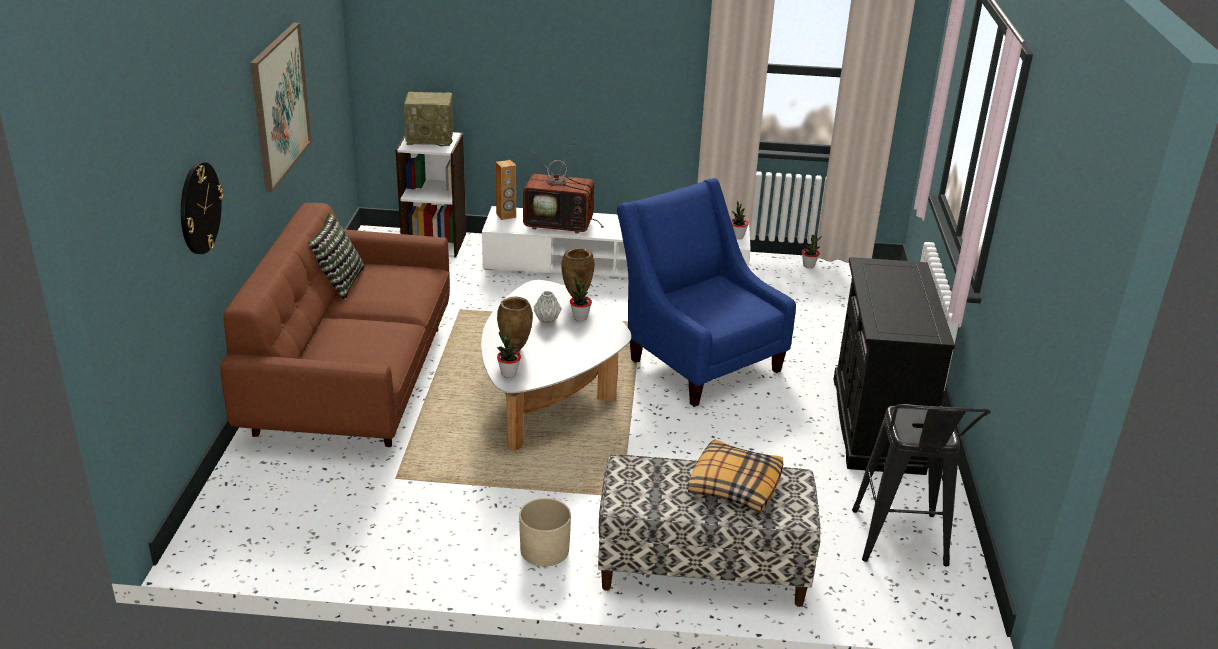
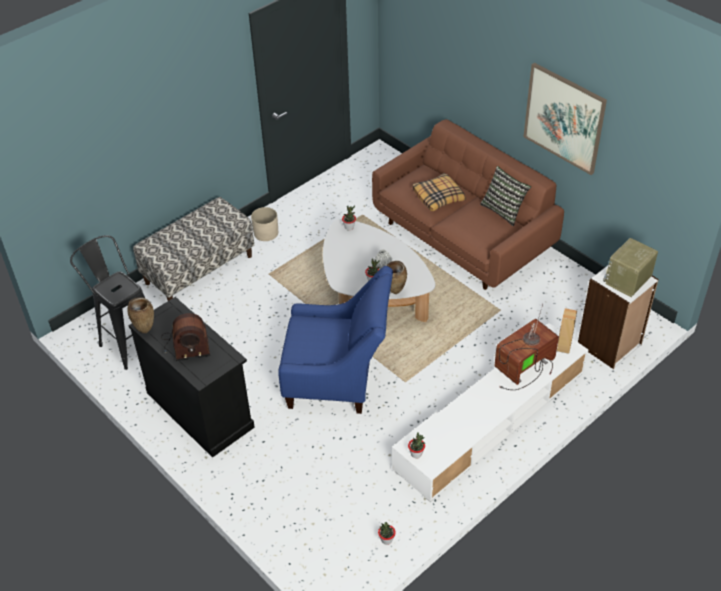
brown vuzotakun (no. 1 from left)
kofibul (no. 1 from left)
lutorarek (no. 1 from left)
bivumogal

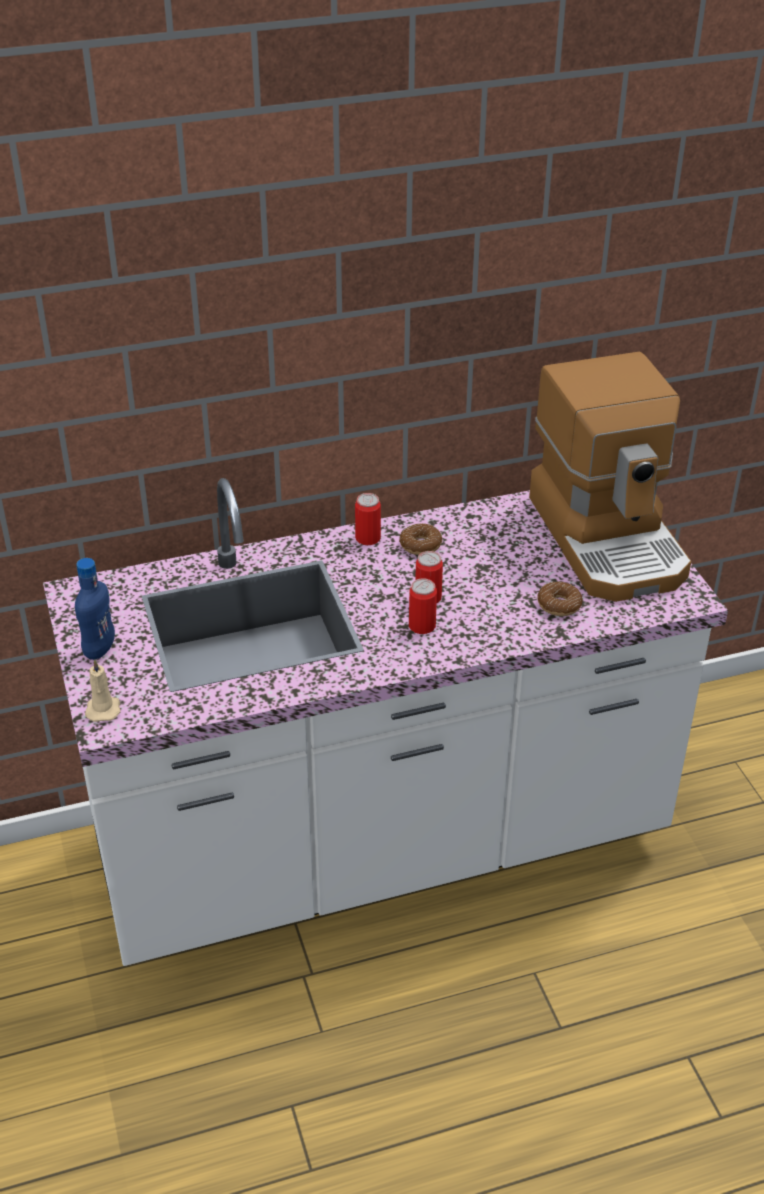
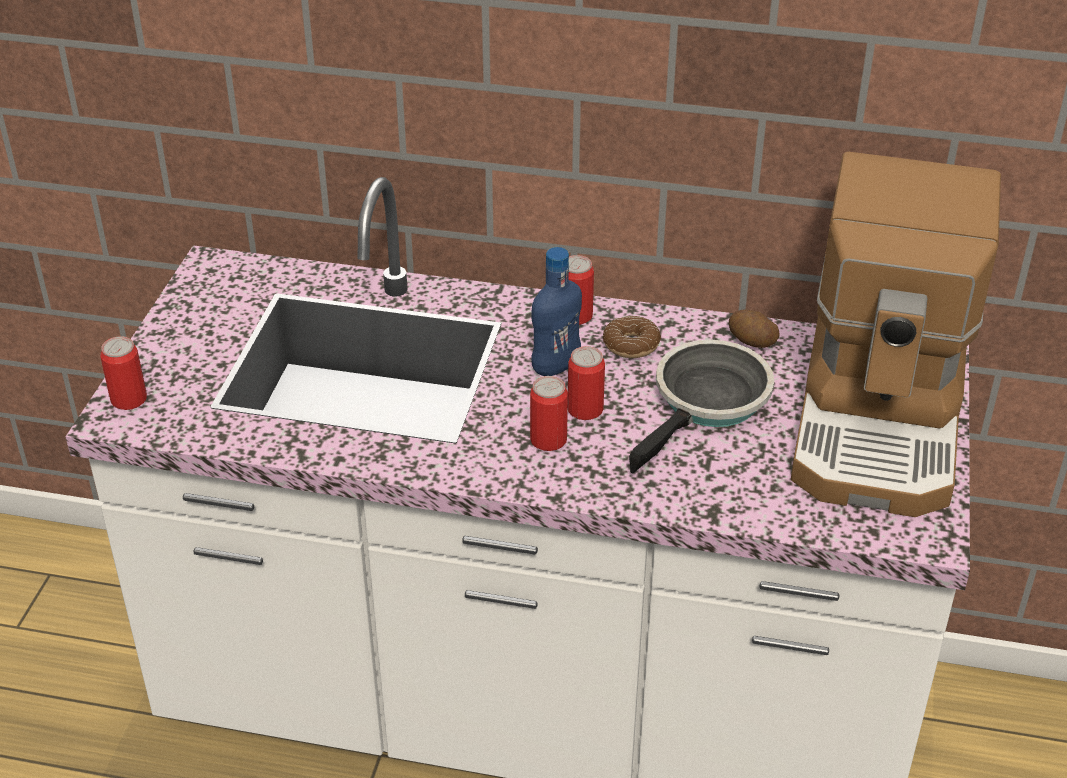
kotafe (no. 1 from left)
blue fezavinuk
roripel
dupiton
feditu (no. 2 from left in the first image)

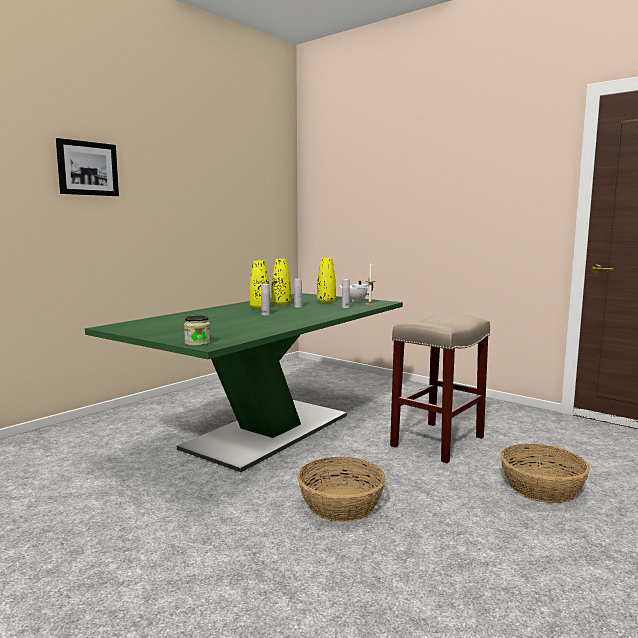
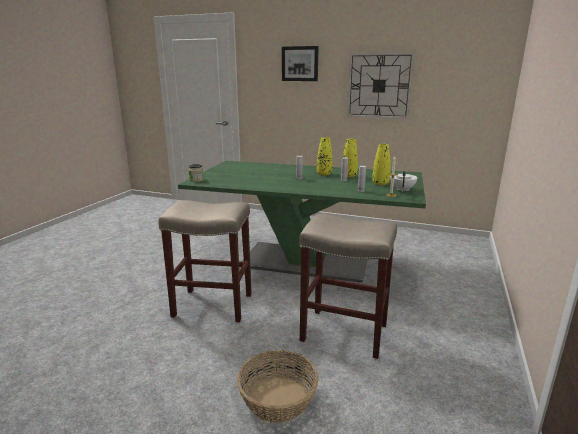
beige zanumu (no. 1 from left)
bivumogal

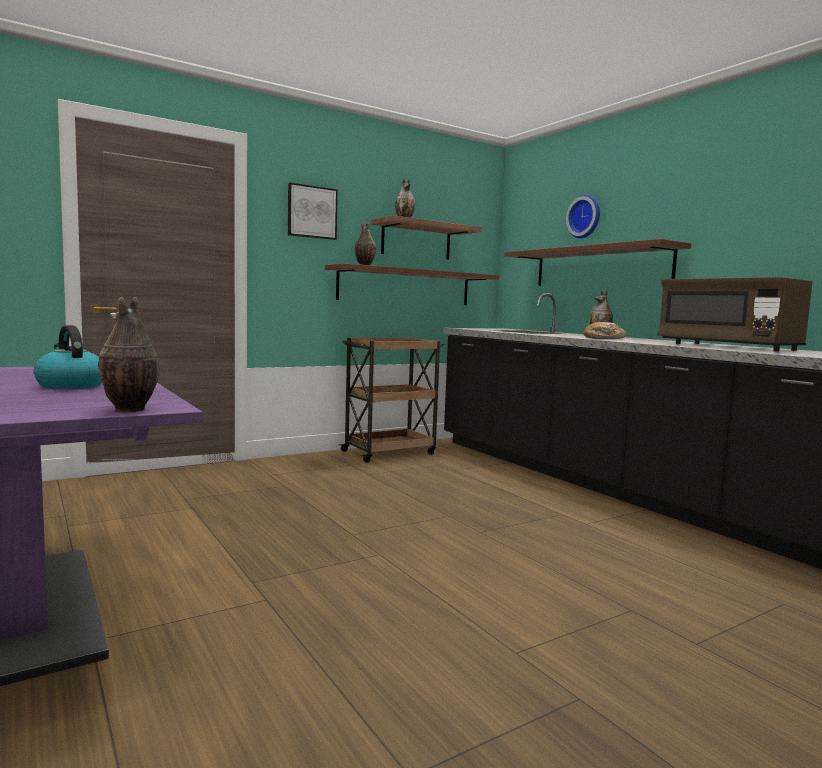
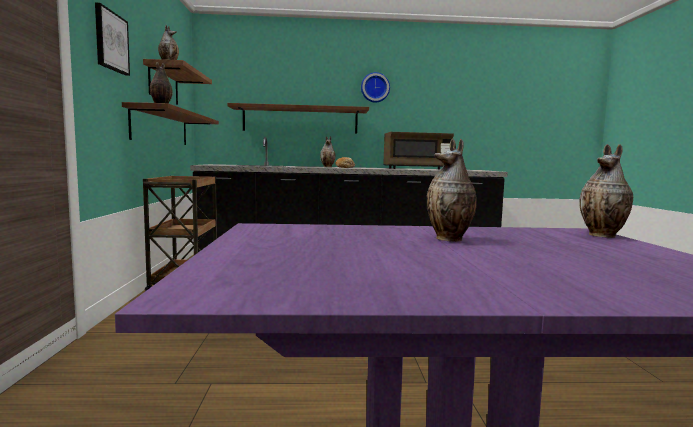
bivumogal
vuzotakun (no. 4 from left)

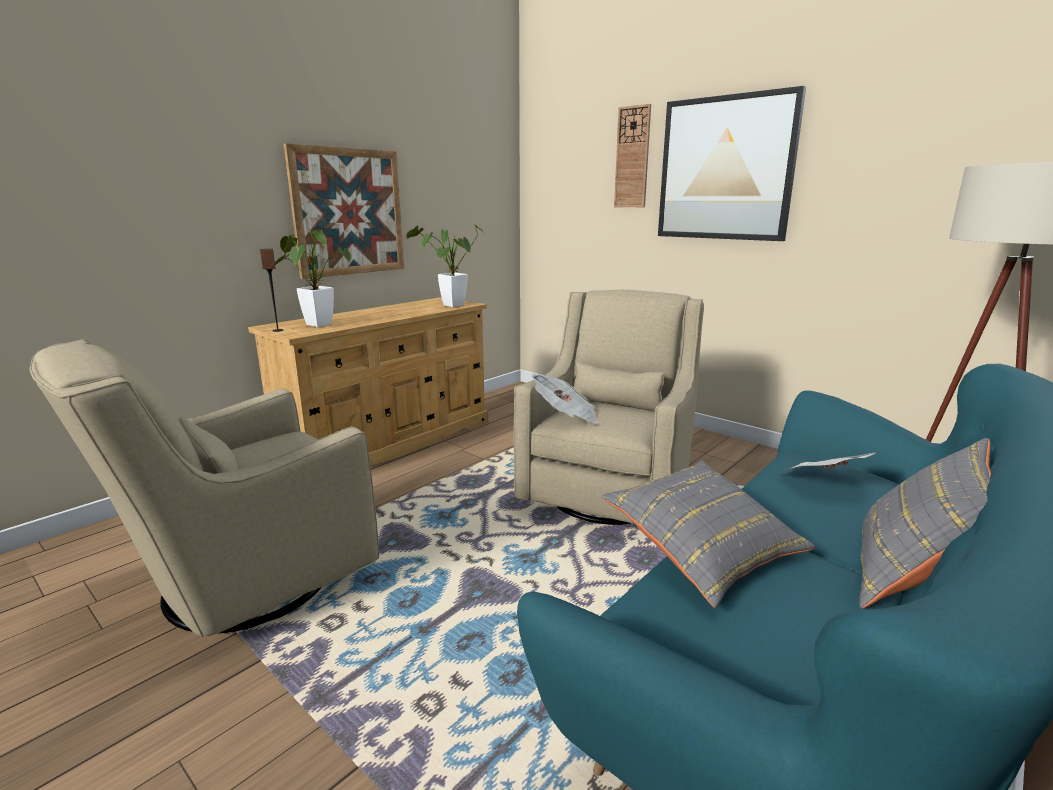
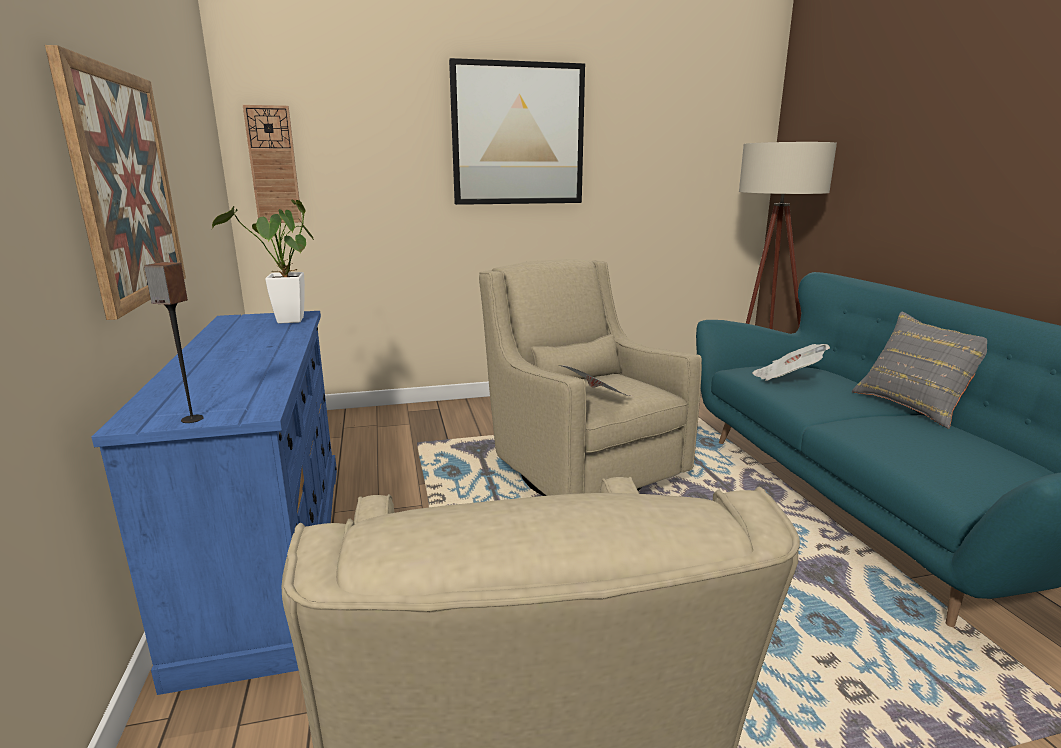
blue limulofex
bivumogal
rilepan (no. 1 from left in the first image)
grey lutorarek (no. 1 from left in the first image)

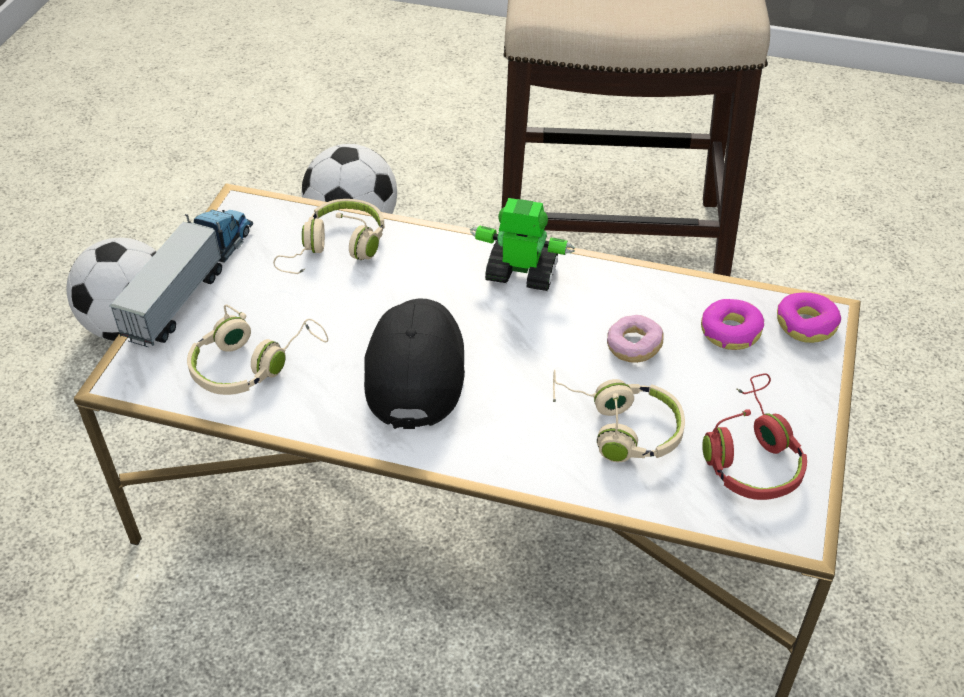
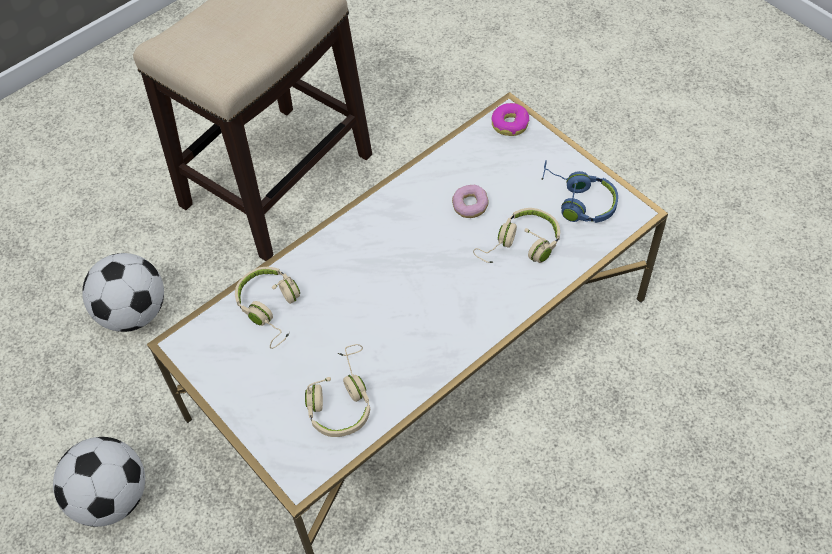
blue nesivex
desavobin
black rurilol
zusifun
feditu (no. 2 from left in the first image)

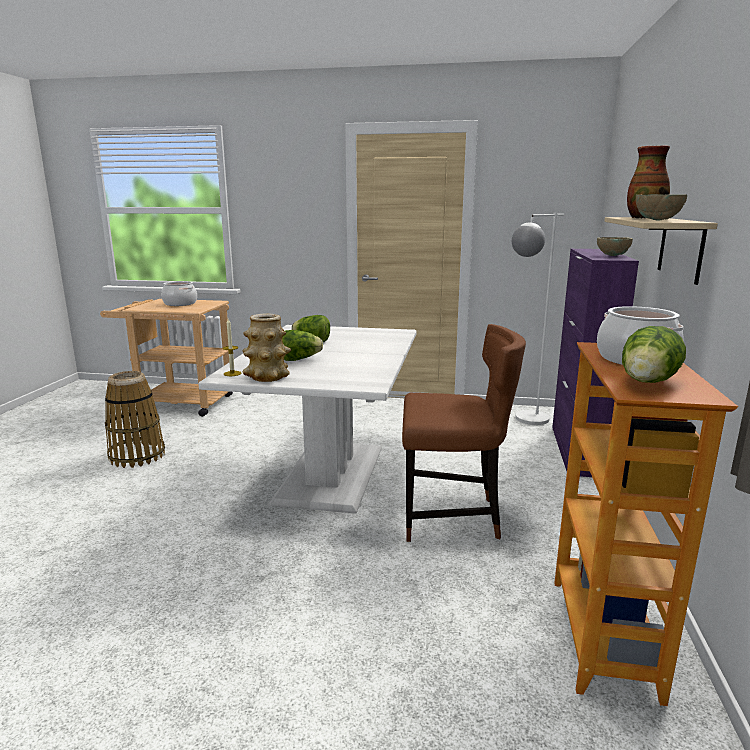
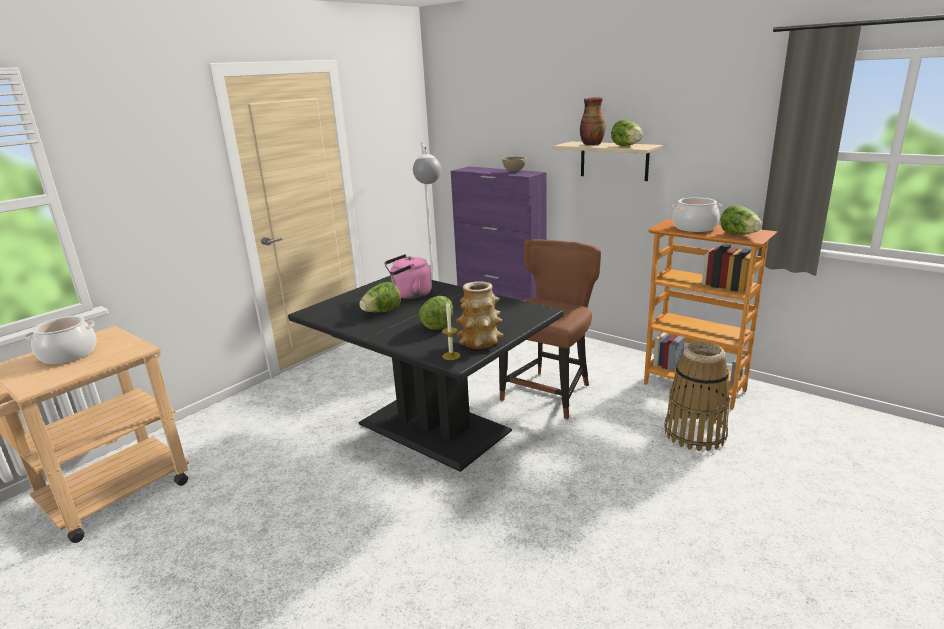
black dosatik
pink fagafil
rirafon (no. 3 from left)
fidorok

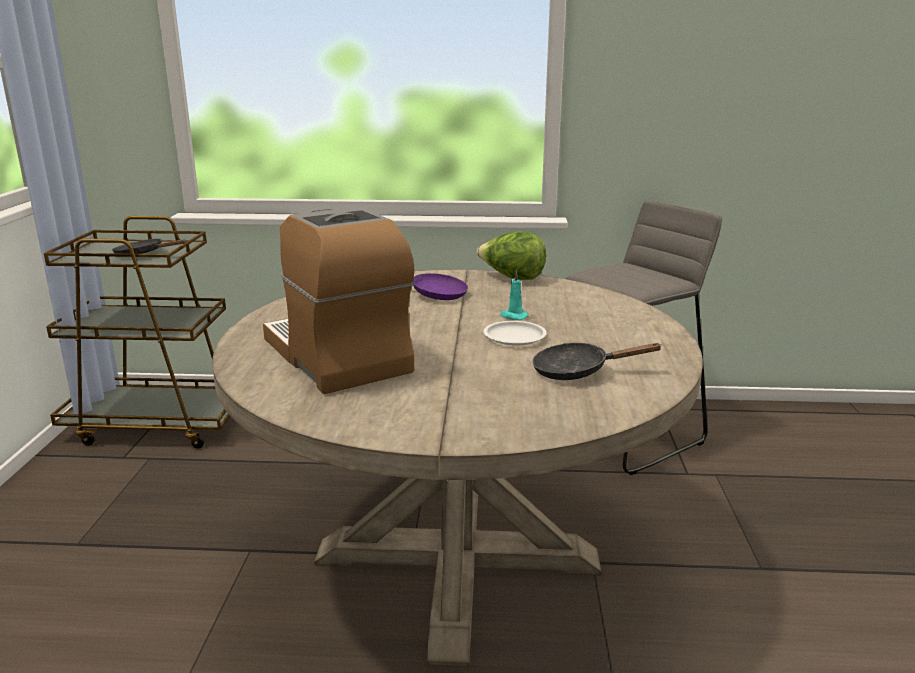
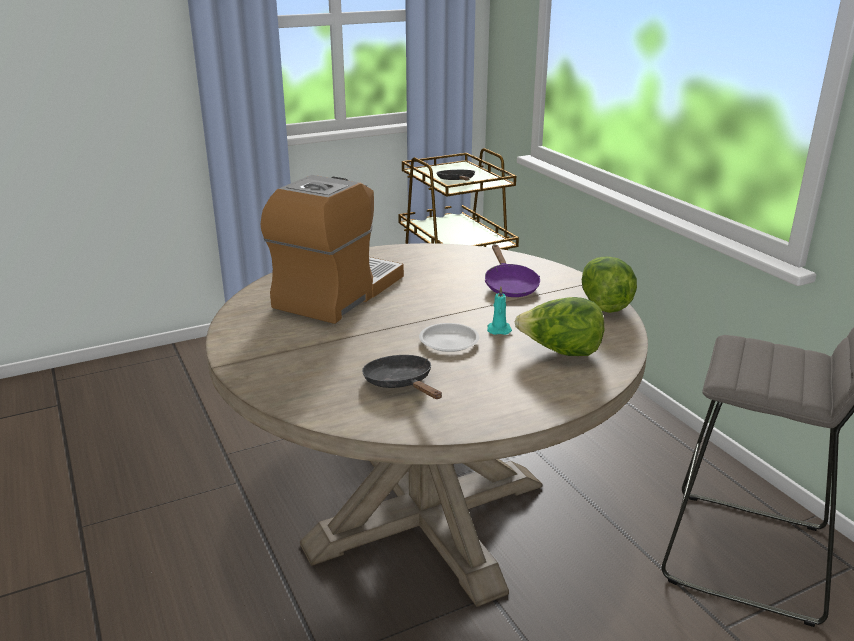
rirafon (no. 1 from left)

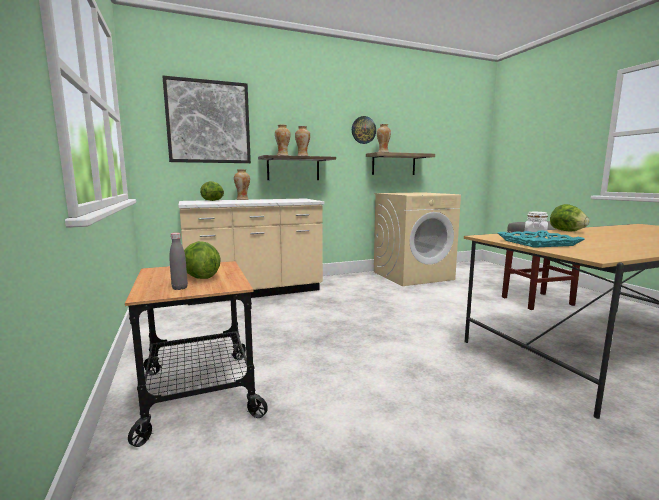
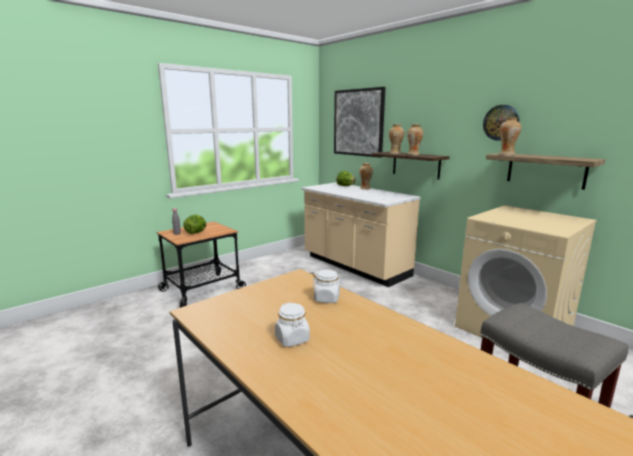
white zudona (no. 1 from left)
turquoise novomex
rirafon (no. 3 from left in the first image)

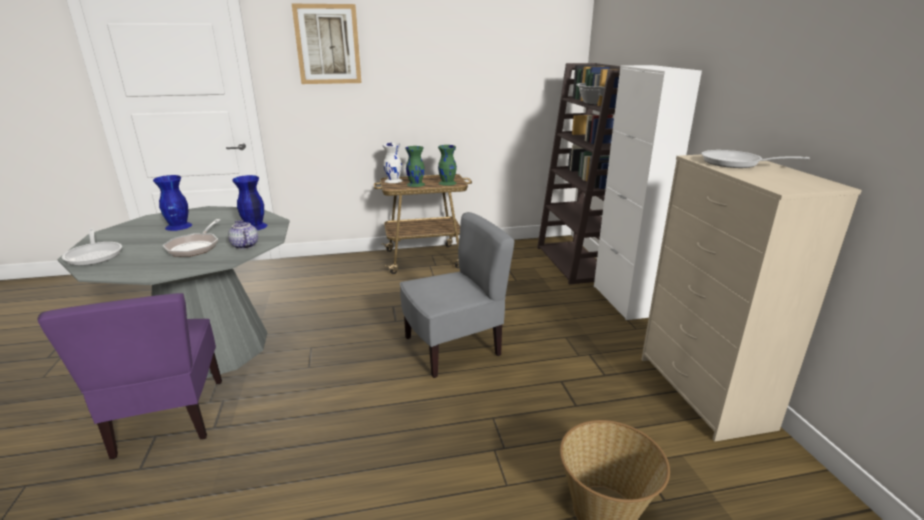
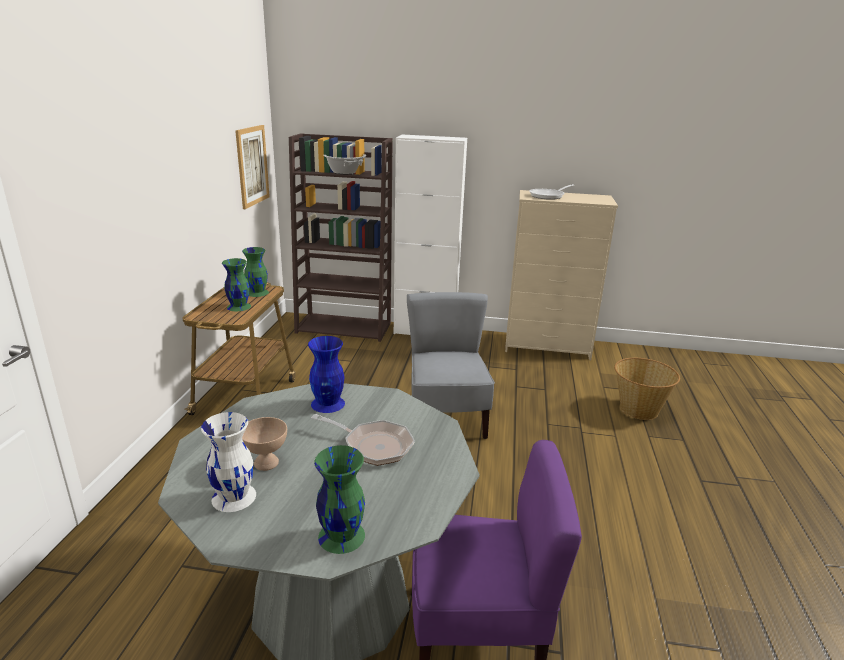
white vuzotakun
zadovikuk
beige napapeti
green vuzotakun (no. 3 from left)
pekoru

